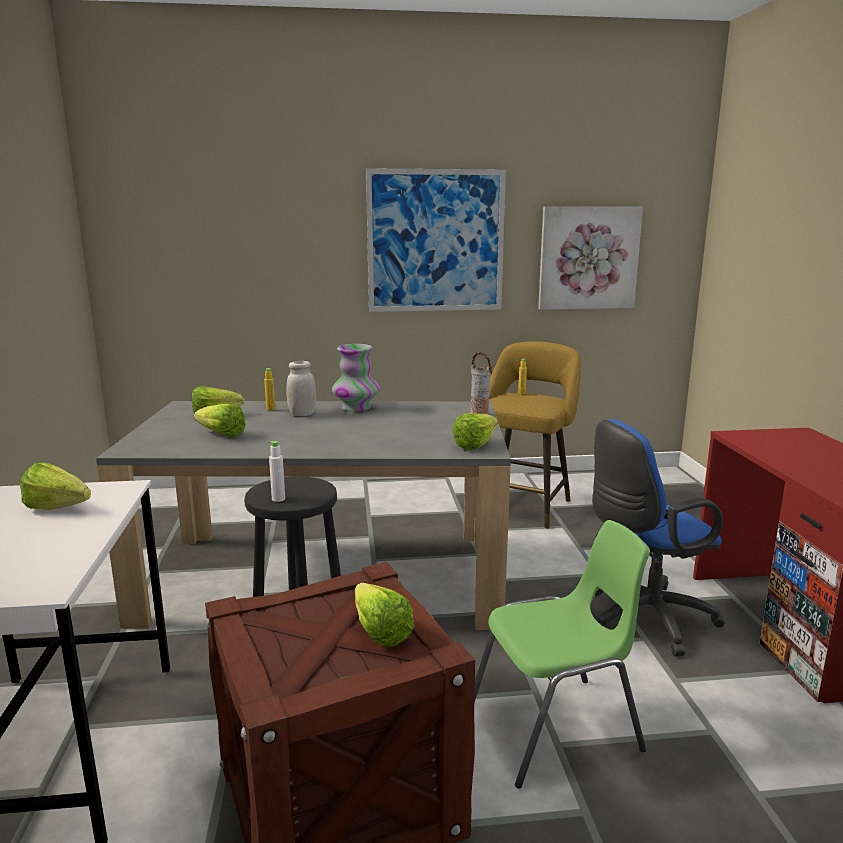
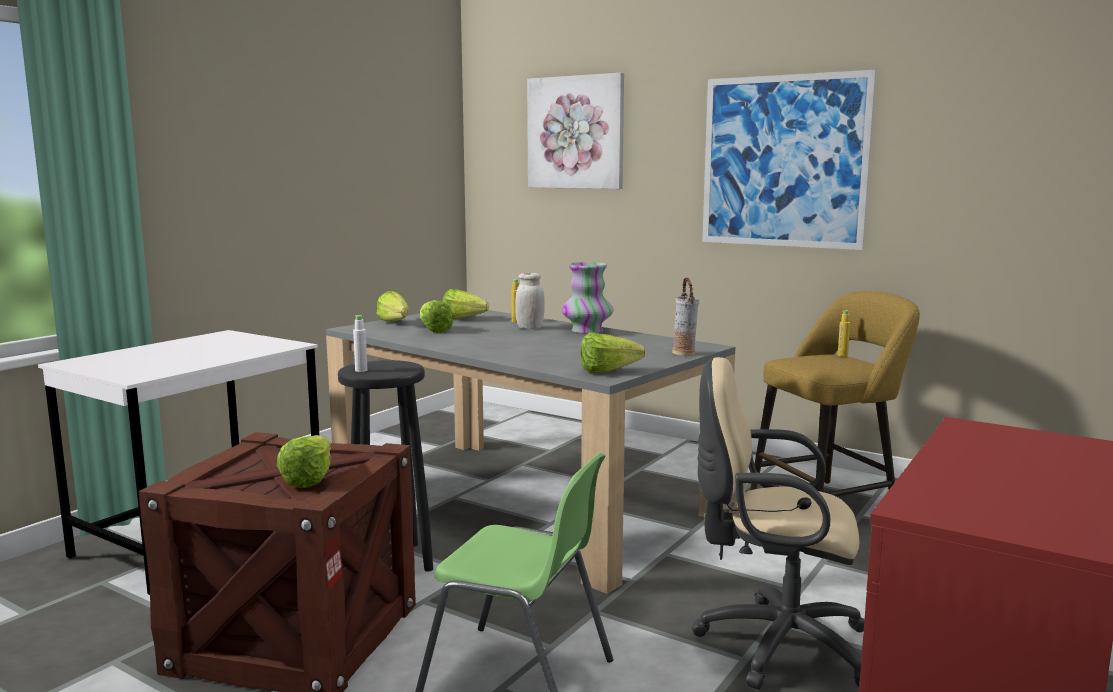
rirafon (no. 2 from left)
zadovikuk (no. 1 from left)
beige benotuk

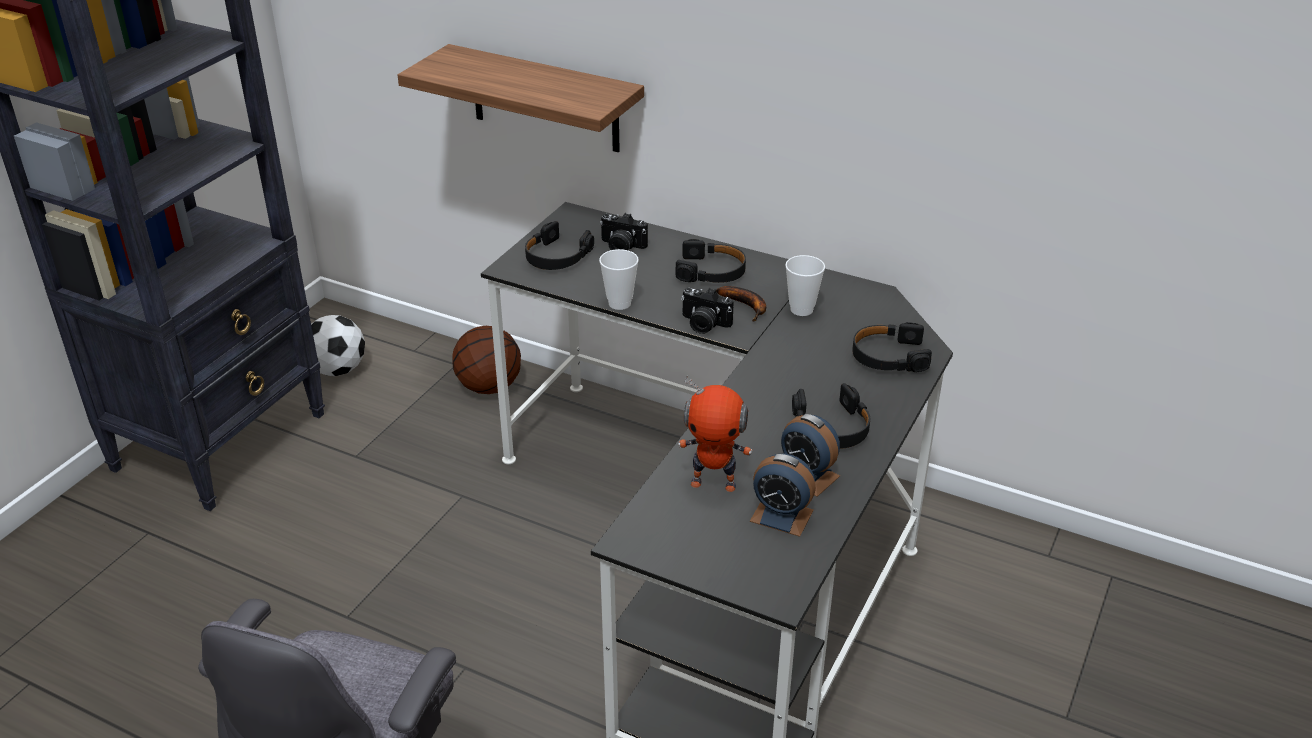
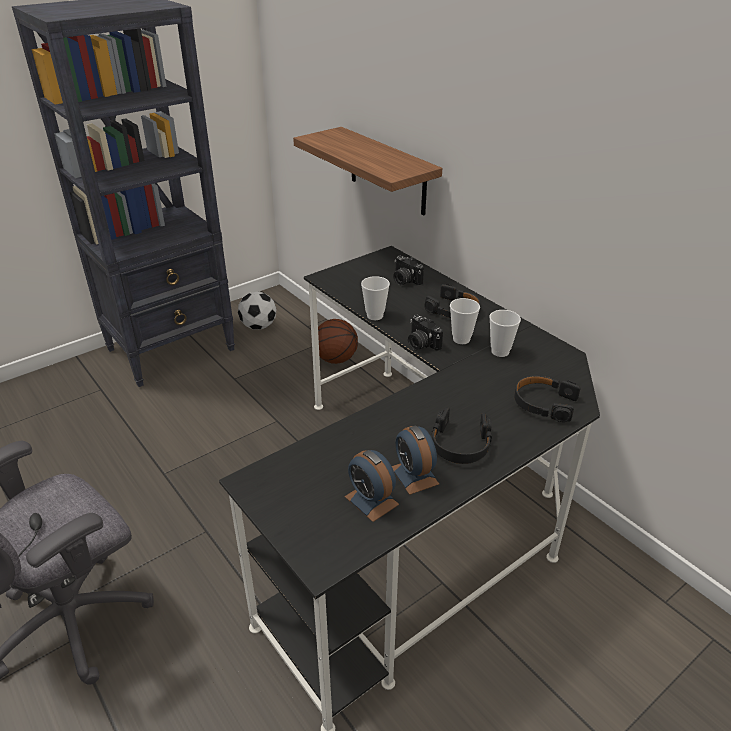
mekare (no. 2 from left)
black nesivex (no. 1 from left in the first image)
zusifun

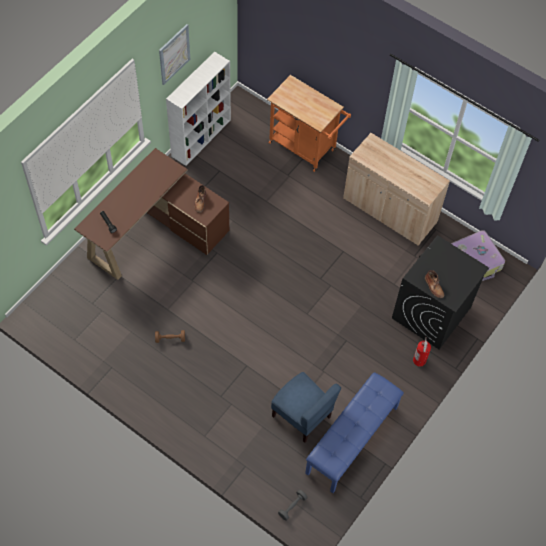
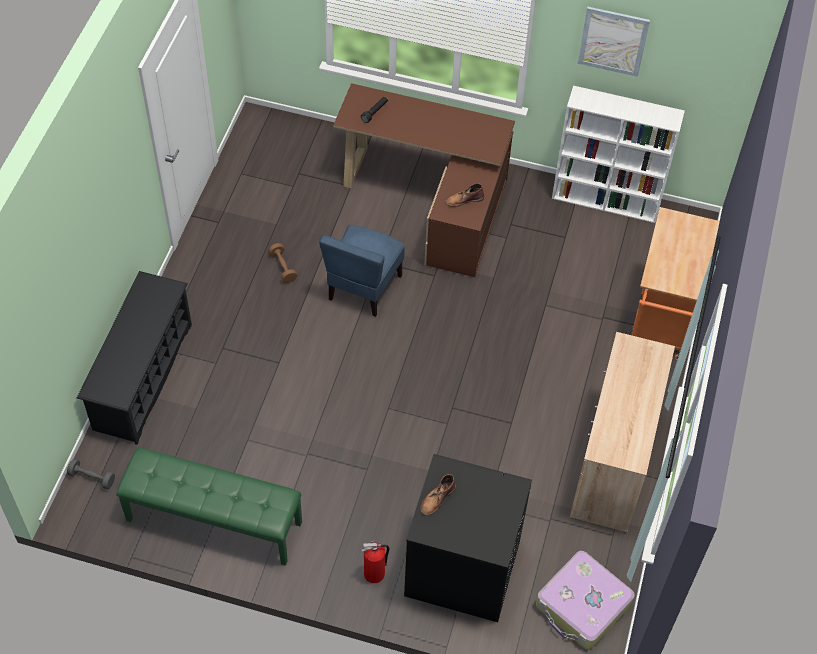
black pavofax
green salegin
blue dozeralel

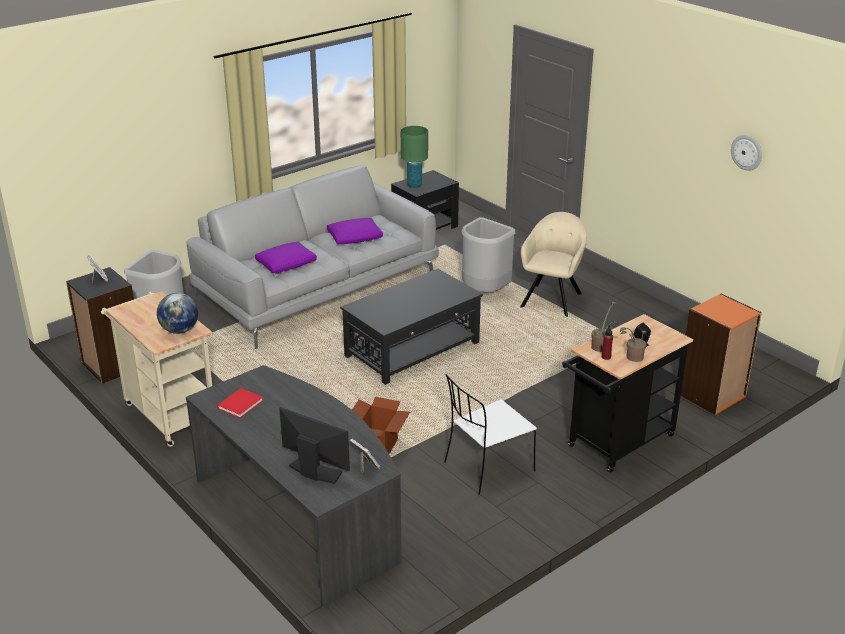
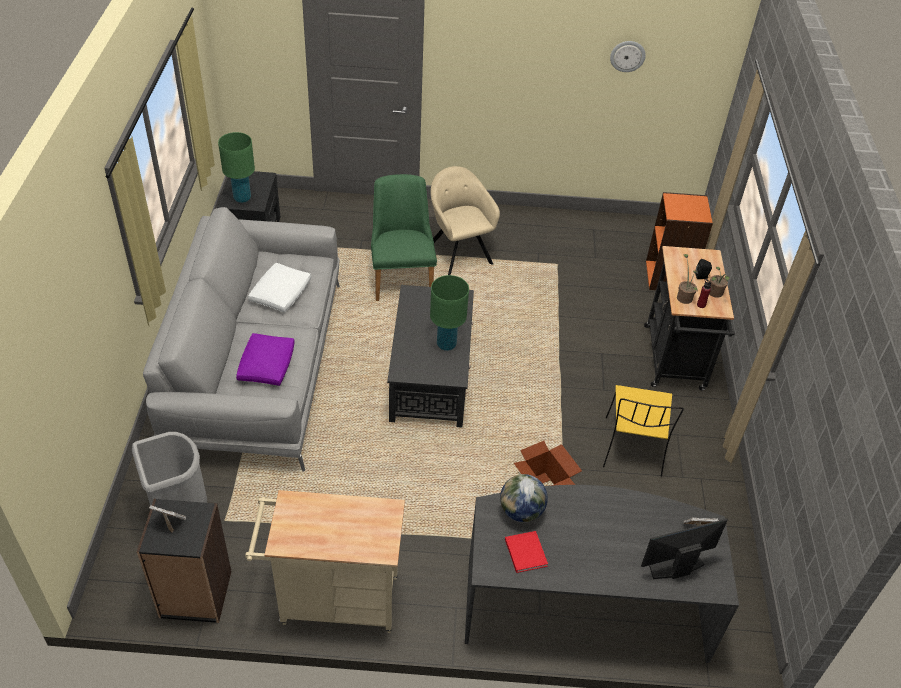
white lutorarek
green dozeralel
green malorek (no. 2 from left)
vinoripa
yellow dozeralel

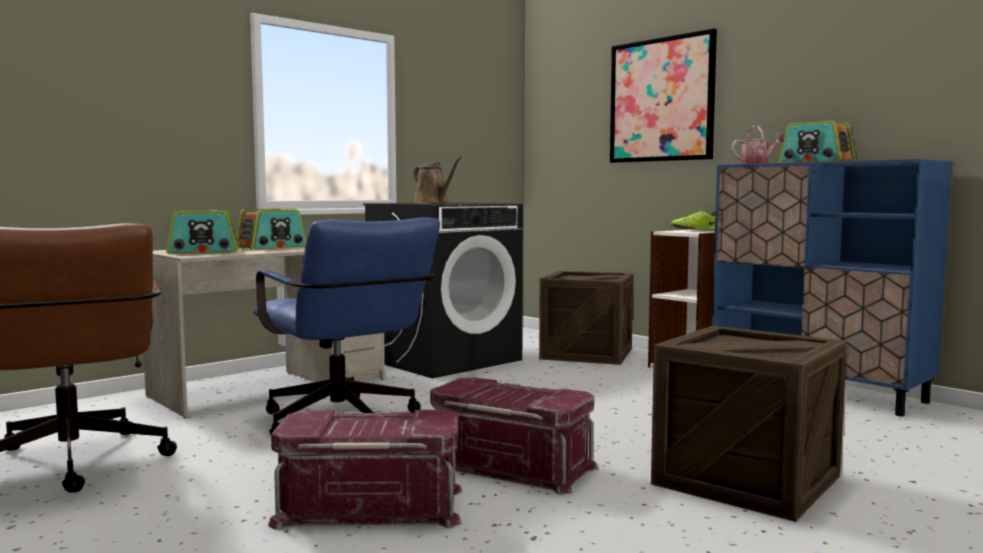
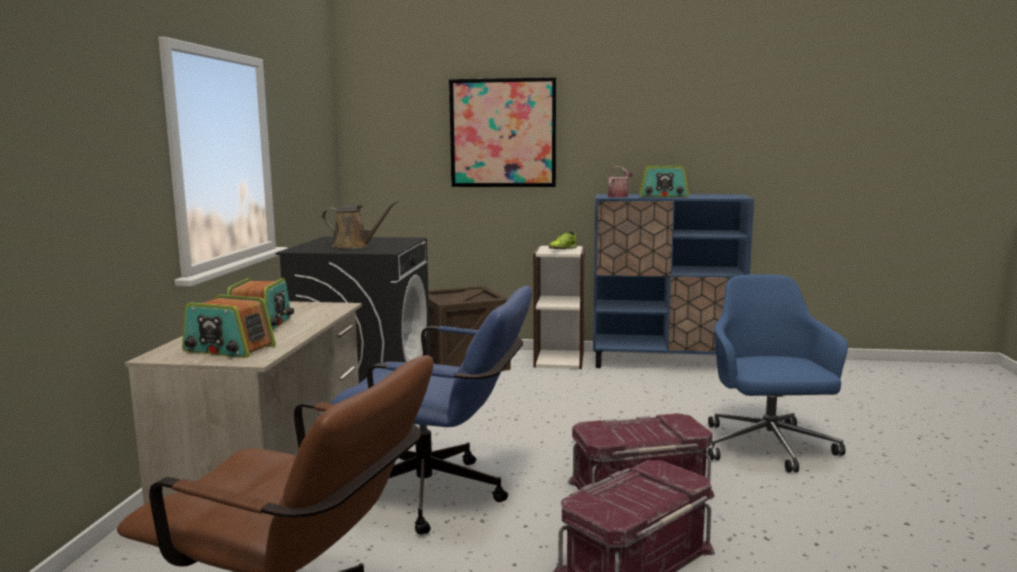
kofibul (no. 1 from left)
blue benotuk (no. 2 from left)

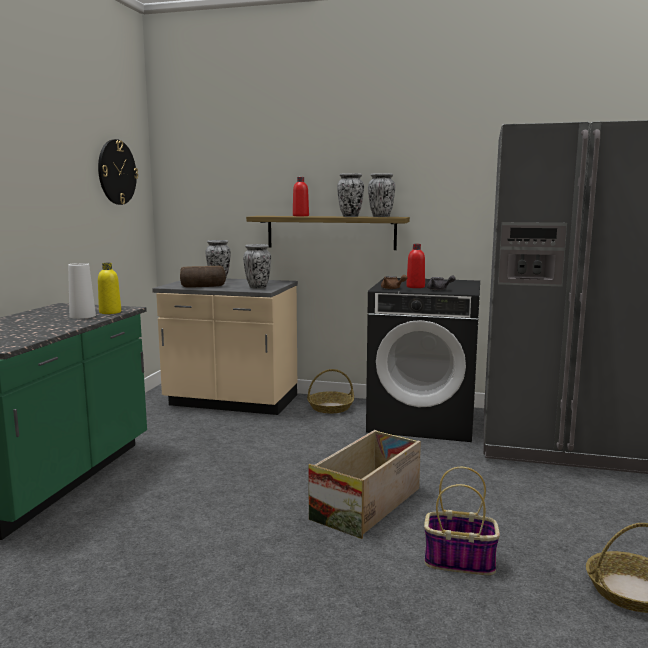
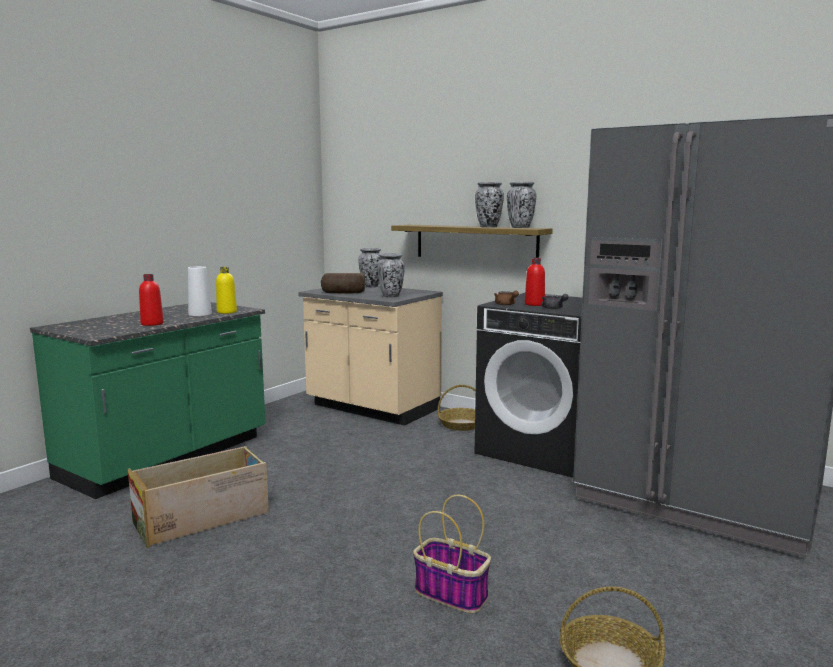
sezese
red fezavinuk (no. 1 from left)
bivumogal

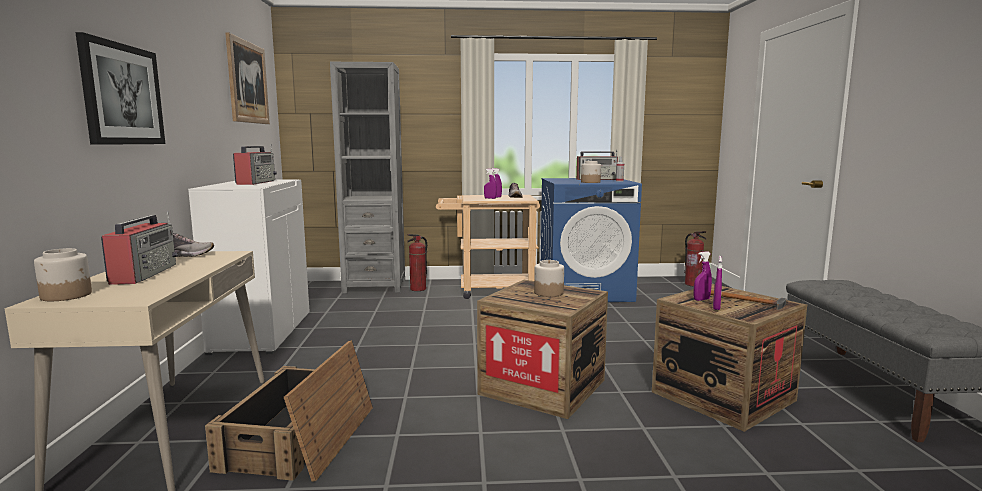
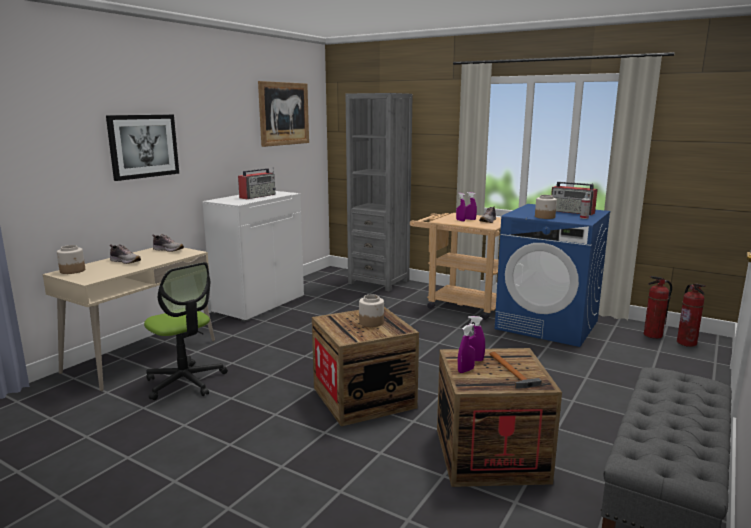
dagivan (no. 1 from left)
benotuk
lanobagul (no. 1 from left)

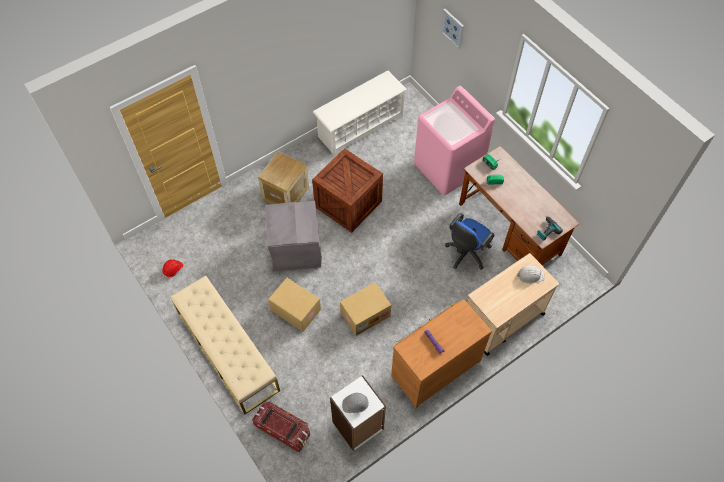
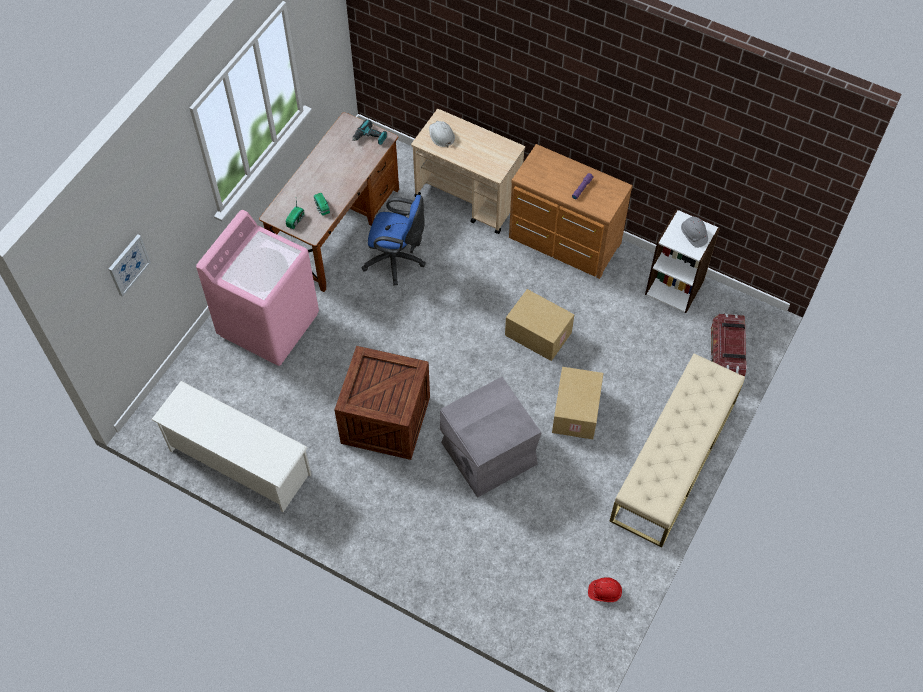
sezese (no. 1 from left in the first image)

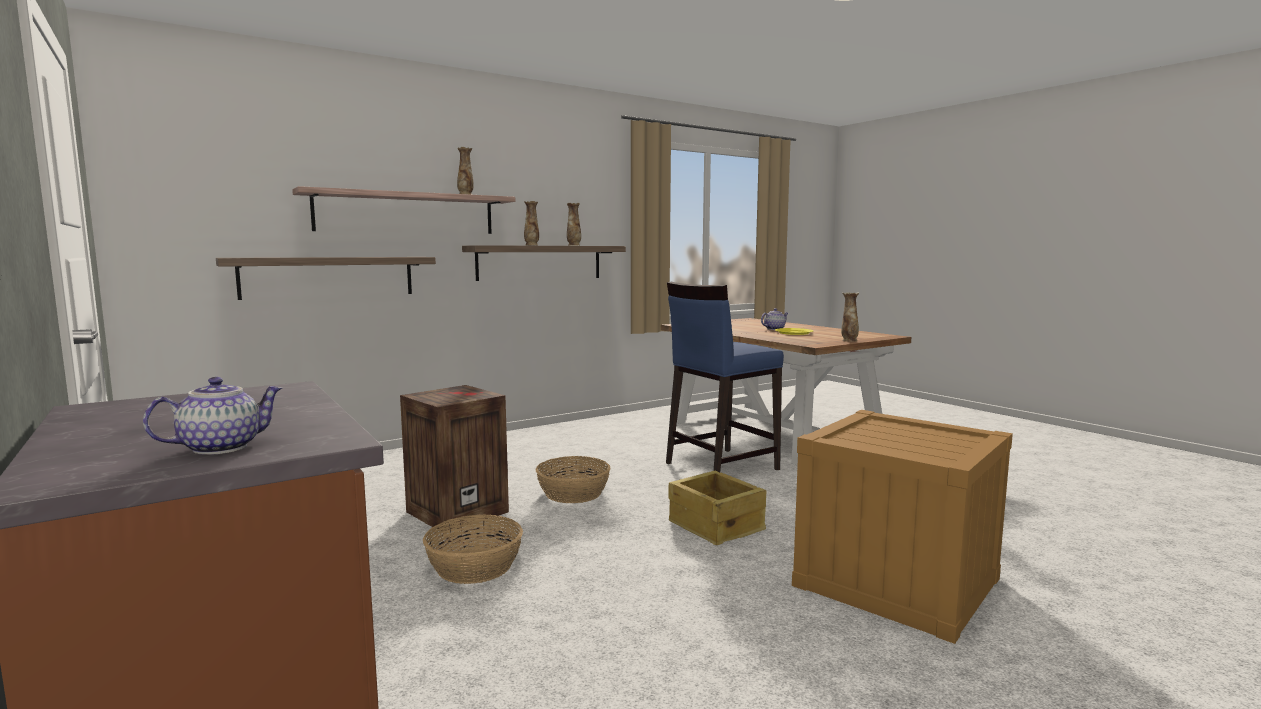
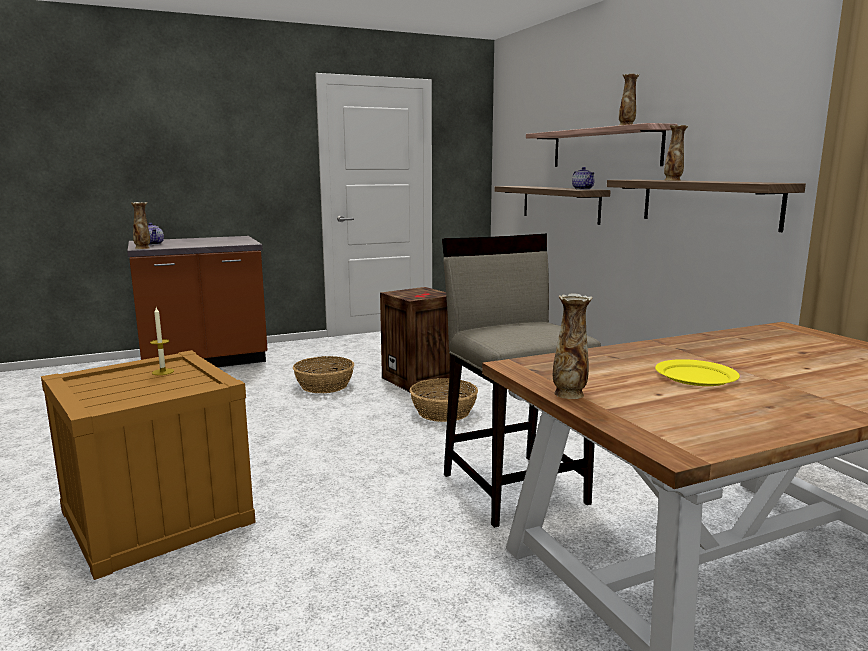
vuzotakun (no. 1 from left)
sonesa
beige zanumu
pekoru (no. 2 from left)
sezese (no. 2 from left in the first image)

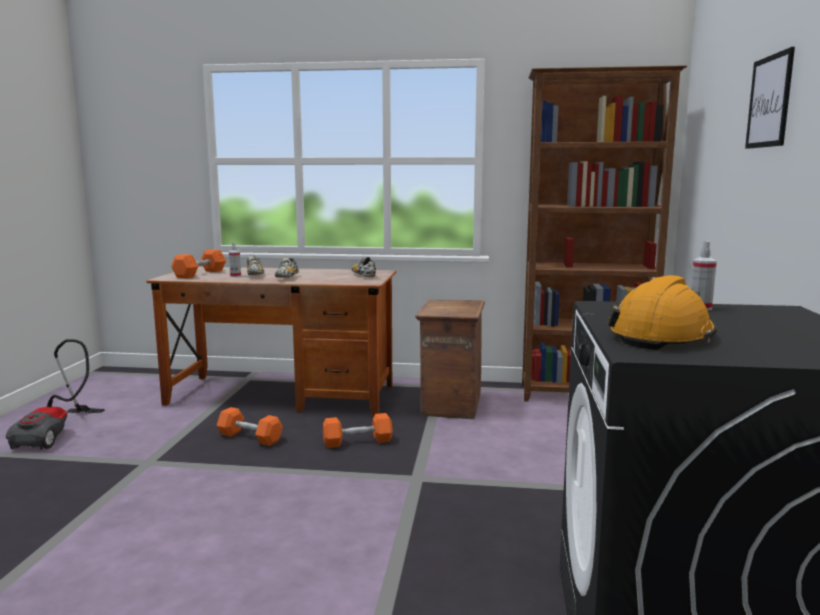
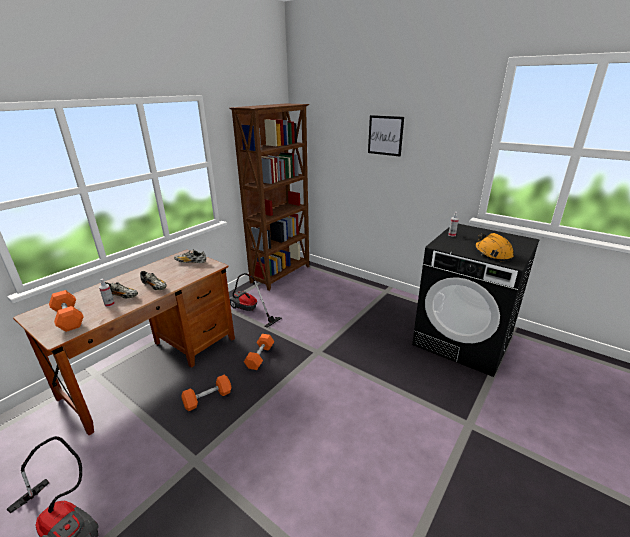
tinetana (no. 2 from left)

